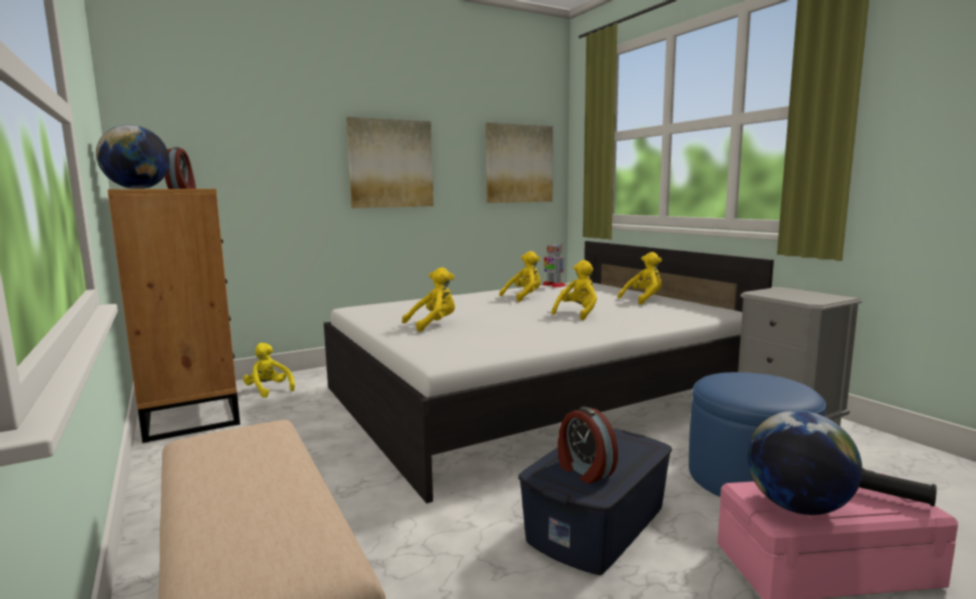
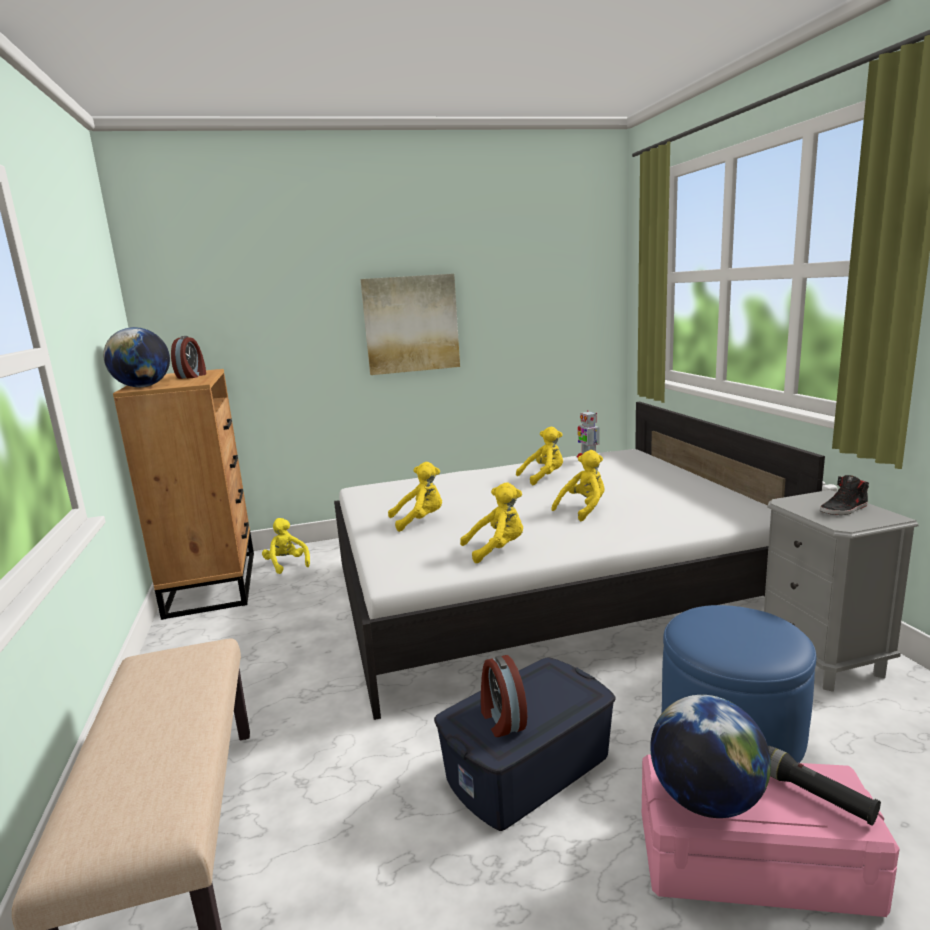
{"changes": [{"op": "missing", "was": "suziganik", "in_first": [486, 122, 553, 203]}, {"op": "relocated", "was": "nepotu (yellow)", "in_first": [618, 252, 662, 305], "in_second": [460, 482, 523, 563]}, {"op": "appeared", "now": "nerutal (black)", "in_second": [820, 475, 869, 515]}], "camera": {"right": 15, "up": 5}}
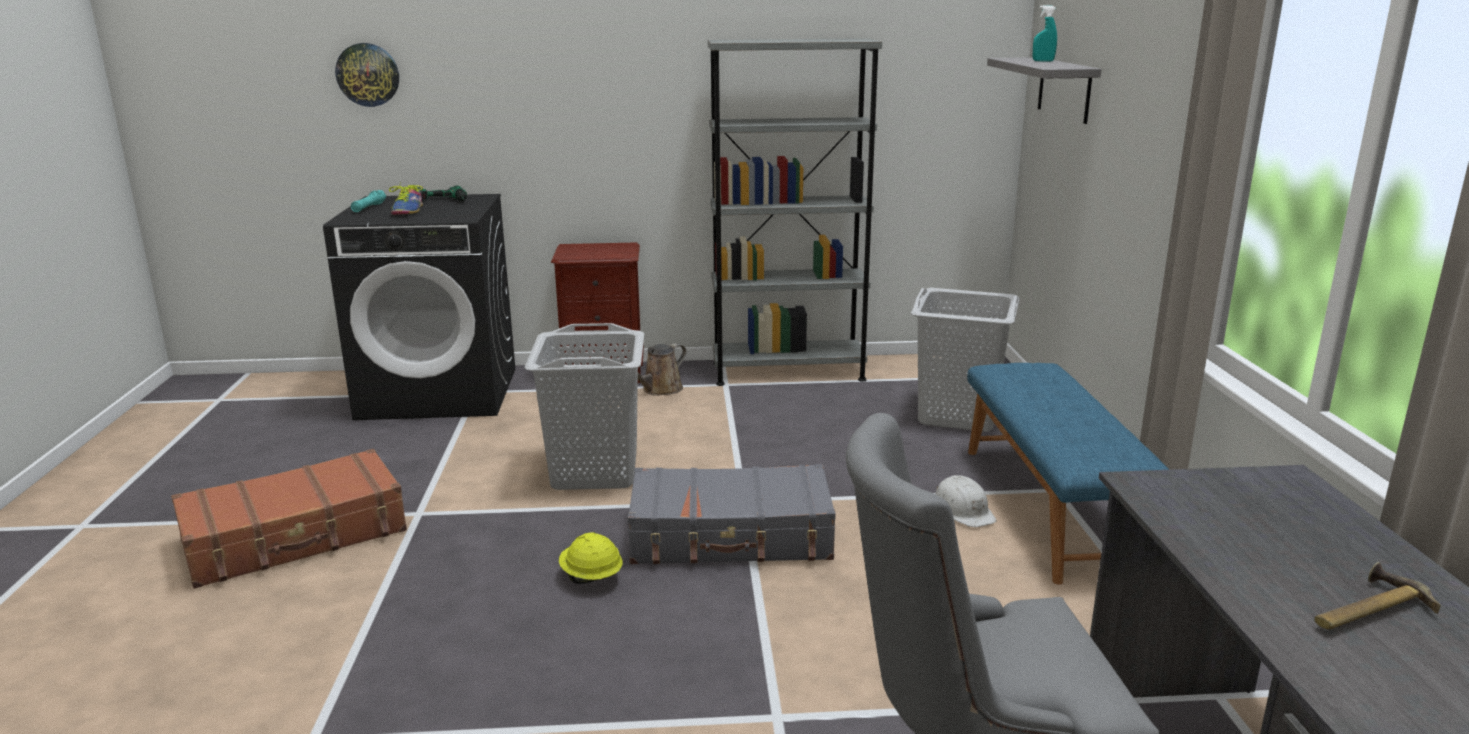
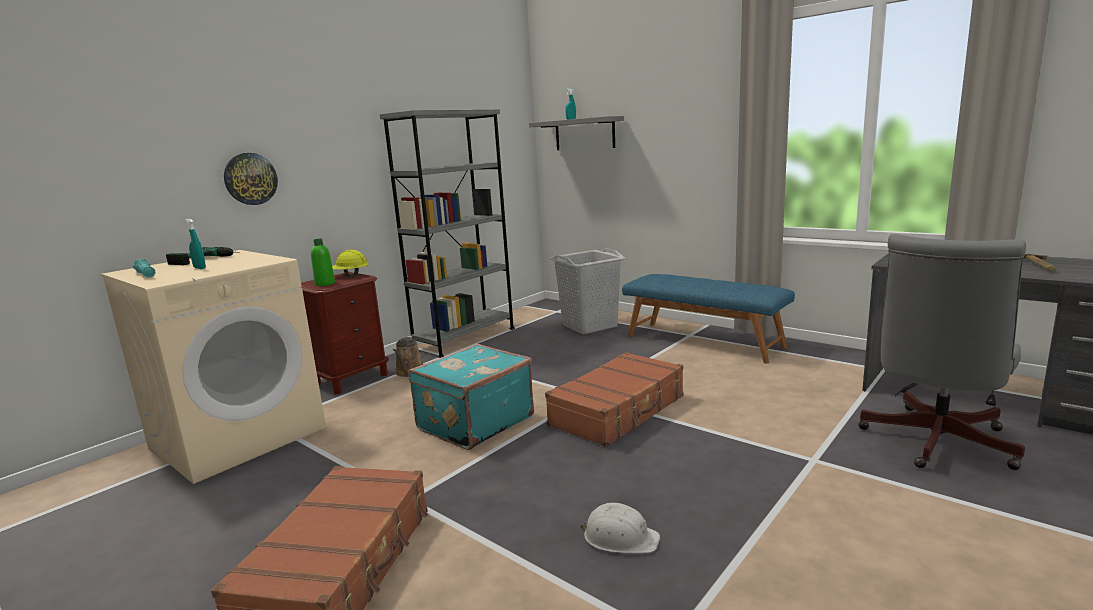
{"changes": [{"op": "colour", "was": "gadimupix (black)", "now": "gadimupix (beige)", "in_first": [323, 194, 515, 420], "in_second": [101, 250, 326, 484]}, {"op": "relocated", "was": "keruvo", "in_first": [335, 43, 399, 107], "in_second": [224, 153, 278, 205]}, {"op": "exchanged", "was": "nerutal", "now": "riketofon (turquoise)", "in_first": [389, 182, 423, 215], "in_second": [185, 219, 206, 269]}, {"op": "exchanged", "was": "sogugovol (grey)", "now": "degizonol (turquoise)", "in_first": [525, 323, 645, 490], "in_second": [408, 343, 534, 450]}, {"op": "relocated", "was": "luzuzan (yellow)", "in_first": [559, 532, 623, 584], "in_second": [332, 250, 369, 277]}, {"op": "colour", "was": "degizonol (grey)", "now": "degizonol (brown)", "in_first": [628, 464, 836, 564], "in_second": [545, 352, 683, 447]}, {"op": "relocated", "was": "luzuzan (white)", "in_first": [936, 475, 997, 527], "in_second": [580, 503, 660, 553]}, {"op": "appeared", "now": "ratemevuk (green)", "in_second": [311, 239, 335, 286]}], "camera": {"right": -45, "up": -5}}
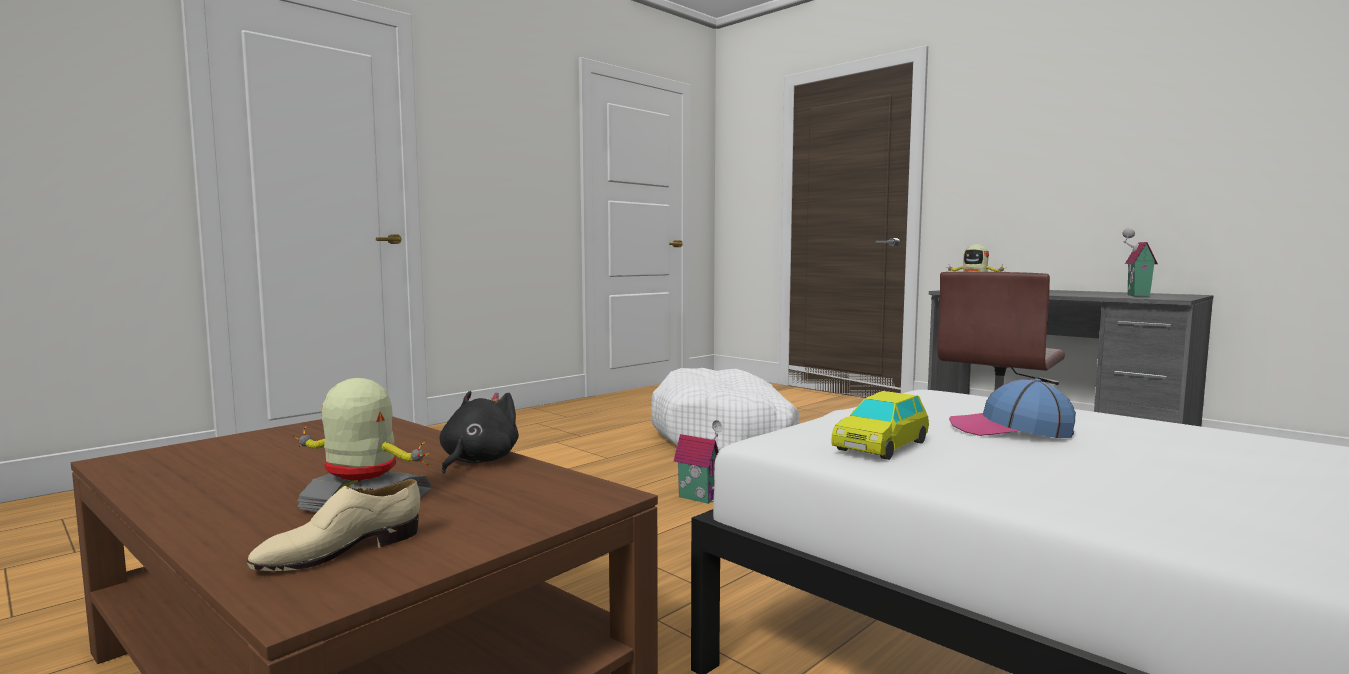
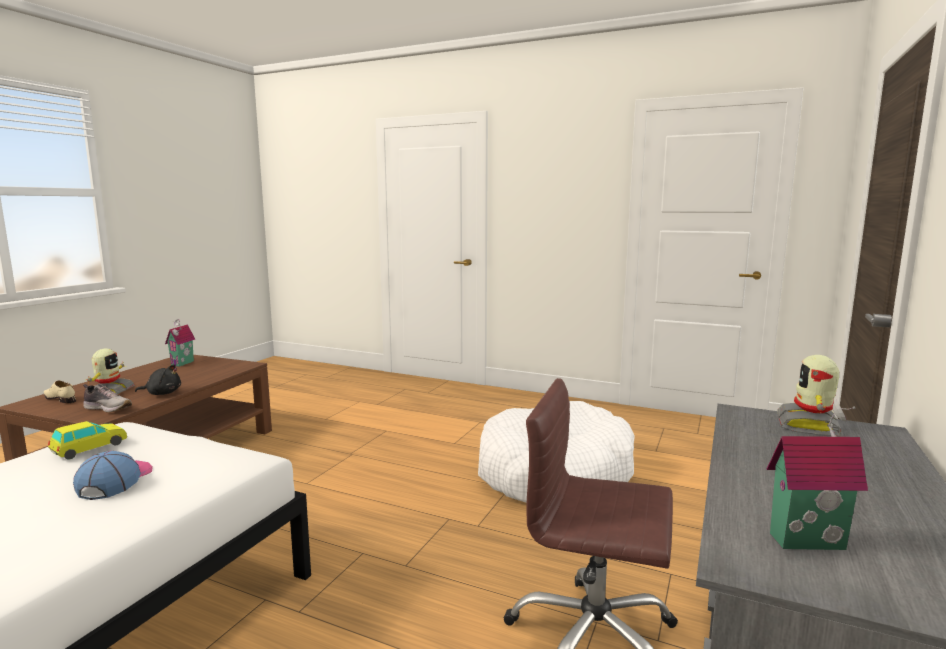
{"changes": [{"op": "relocated", "was": "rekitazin", "in_first": [674, 420, 723, 504], "in_second": [165, 319, 195, 367]}, {"op": "spun", "was": "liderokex", "in_first": [831, 391, 929, 460], "in_second": [48, 421, 127, 460], "clockwise": 105}, {"op": "appeared", "now": "nerutal", "in_second": [83, 384, 132, 412]}], "camera": {"right": 70, "up": 5}}
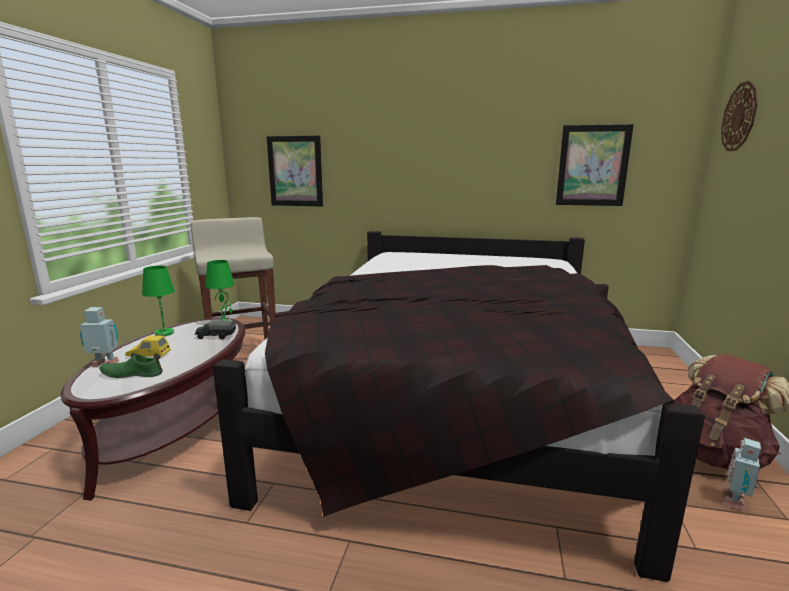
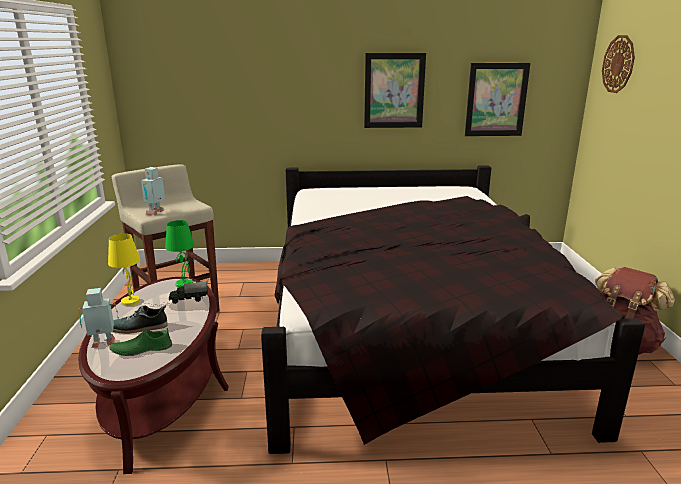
{"changes": [{"op": "exchanged", "was": "liderokex (yellow)", "now": "nerutal", "in_first": [125, 335, 171, 359], "in_second": [113, 305, 168, 334]}, {"op": "colour", "was": "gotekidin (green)", "now": "gotekidin (yellow)", "in_first": [142, 266, 175, 336], "in_second": [108, 234, 140, 306]}, {"op": "relocated", "was": "suziganik", "in_first": [266, 136, 323, 206], "in_second": [364, 53, 426, 128]}, {"op": "relocated", "was": "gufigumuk", "in_first": [724, 438, 761, 510], "in_second": [141, 167, 165, 215]}], "camera": {"right": -15, "up": 5}}
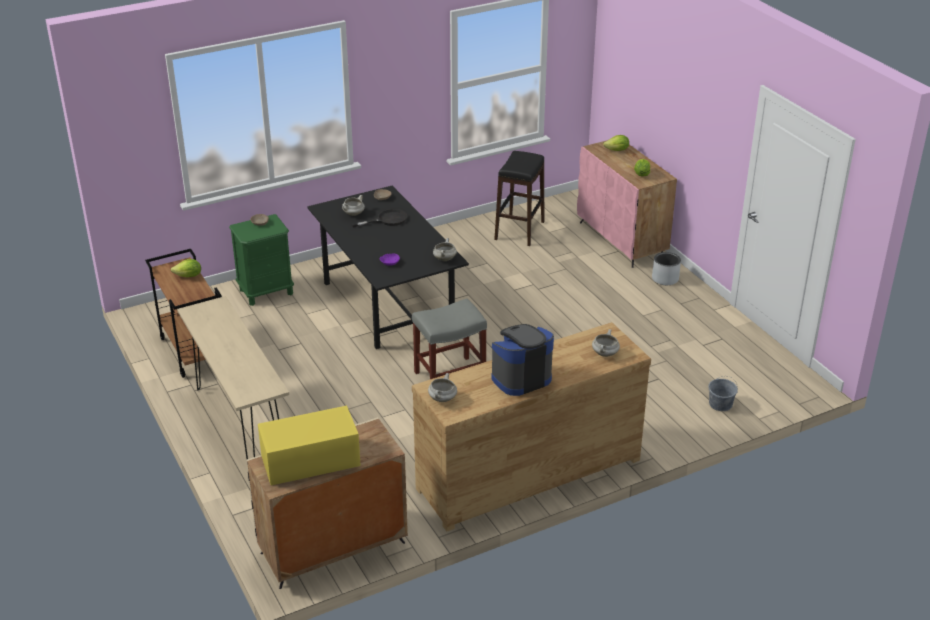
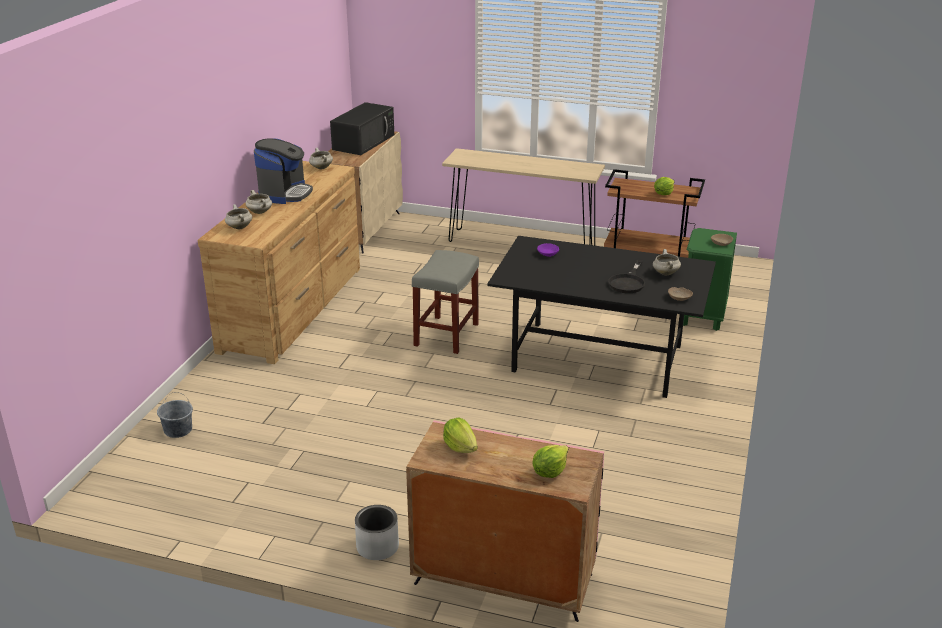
{"changes": [{"op": "colour", "was": "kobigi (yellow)", "now": "kobigi (black)", "in_first": [258, 406, 361, 486], "in_second": [330, 102, 394, 155]}, {"op": "relocated", "was": "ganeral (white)", "in_first": [433, 238, 457, 261], "in_second": [246, 190, 272, 214]}, {"op": "missing", "was": "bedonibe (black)", "in_first": [494, 151, 544, 246]}], "camera": {"right": 135, "up": -5}}
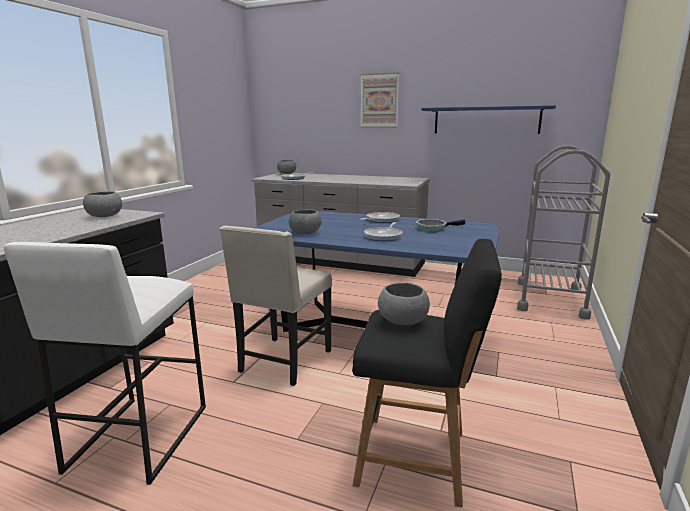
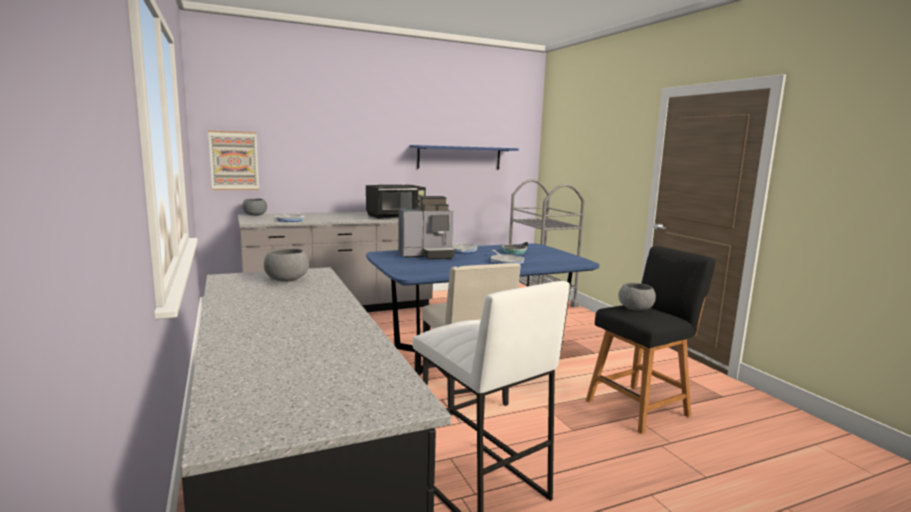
{"changes": [{"op": "missing", "was": "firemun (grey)", "in_first": [289, 210, 322, 234]}, {"op": "relocated", "was": "suziganik", "in_first": [360, 72, 399, 128], "in_second": [208, 131, 259, 190]}, {"op": "appeared", "now": "kobigi (black)", "in_second": [366, 185, 426, 219]}, {"op": "appeared", "now": "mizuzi", "in_second": [398, 196, 455, 260]}], "camera": {"right": -45, "up": -5}}
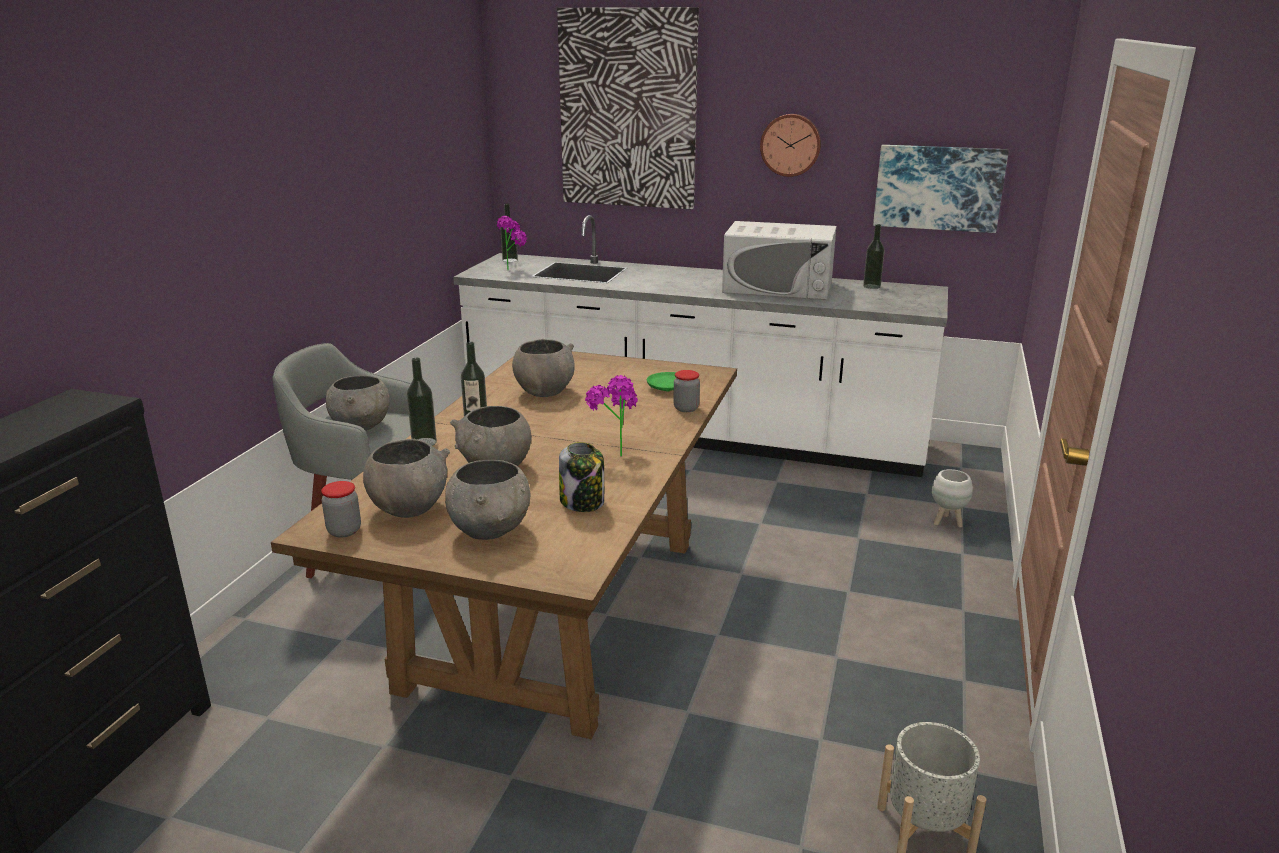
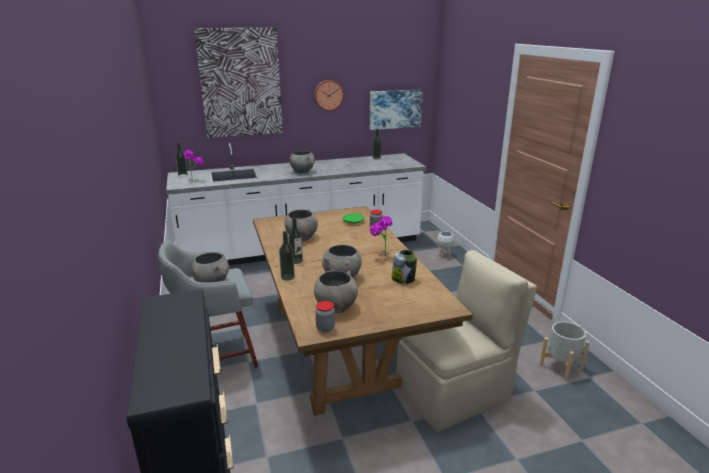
{"changes": [{"op": "relocated", "was": "firemun (grey)", "in_first": [445, 460, 531, 540], "in_second": [290, 151, 315, 173]}, {"op": "missing", "was": "kobigi (white)", "in_first": [722, 221, 836, 300]}, {"op": "appeared", "now": "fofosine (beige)", "in_second": [397, 250, 537, 432]}], "camera": {"right": -35, "up": 0}}
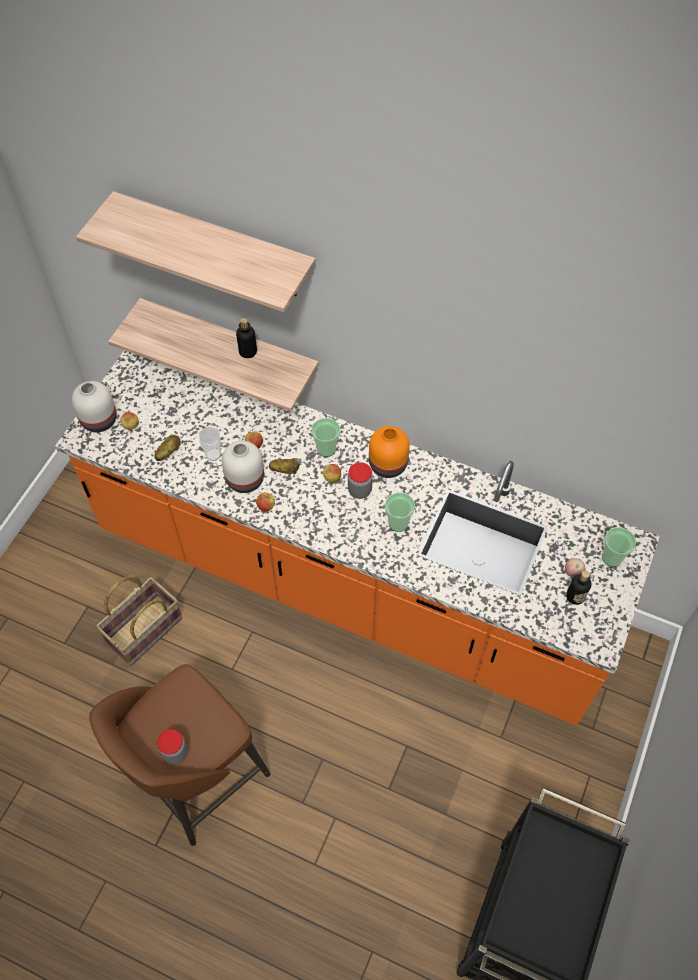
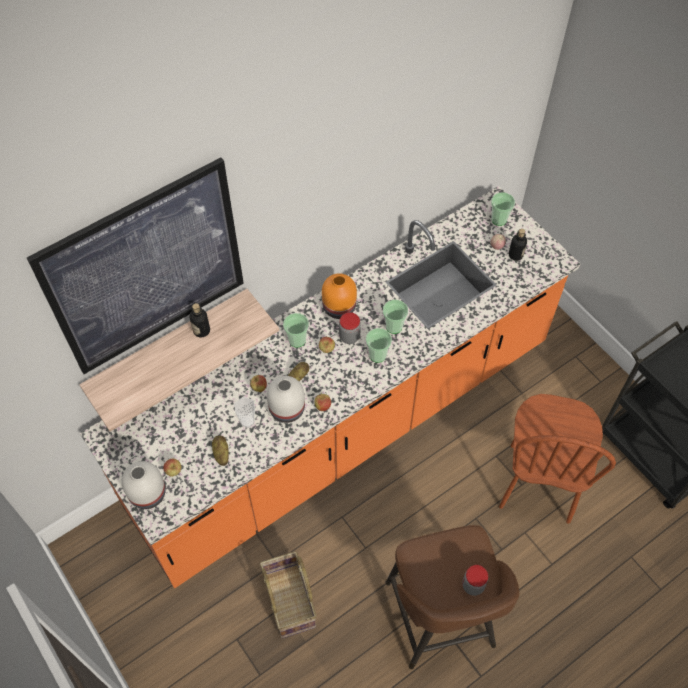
{"changes": [{"op": "exchanged", "was": "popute", "now": "suziganik", "in_first": [76, 191, 316, 312], "in_second": [27, 157, 244, 374]}, {"op": "appeared", "now": "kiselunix", "in_second": [366, 328, 392, 363]}, {"op": "appeared", "now": "fofosine (brown)", "in_second": [499, 394, 616, 524]}], "camera": {"right": -60, "up": 0}}
